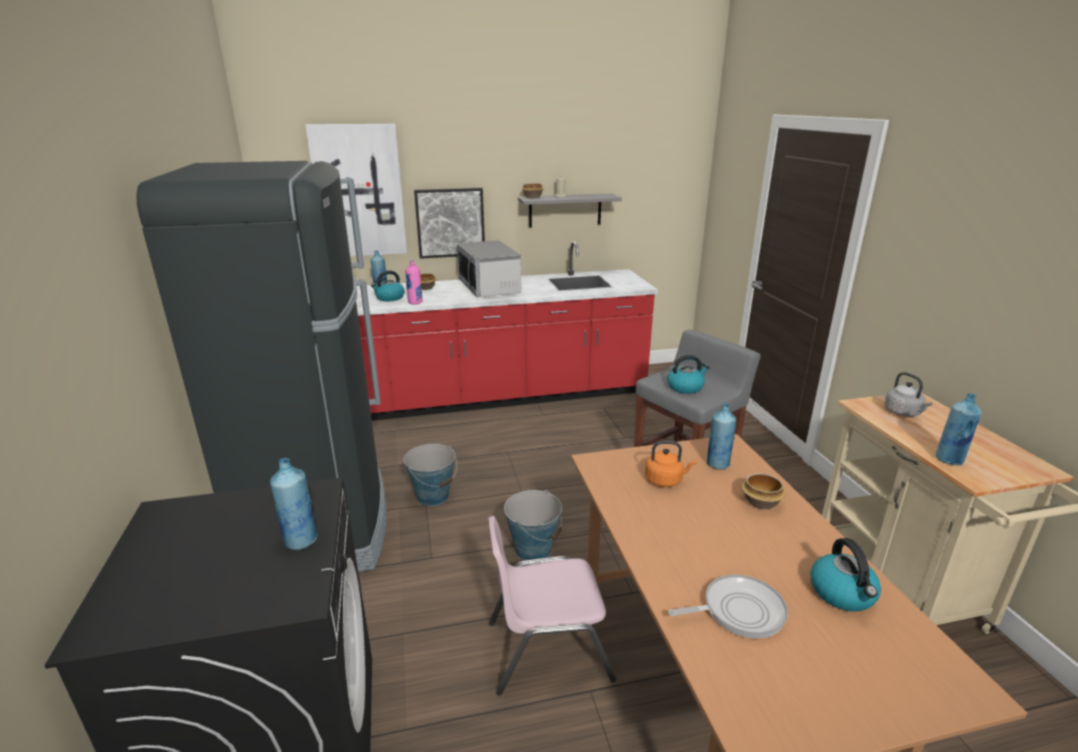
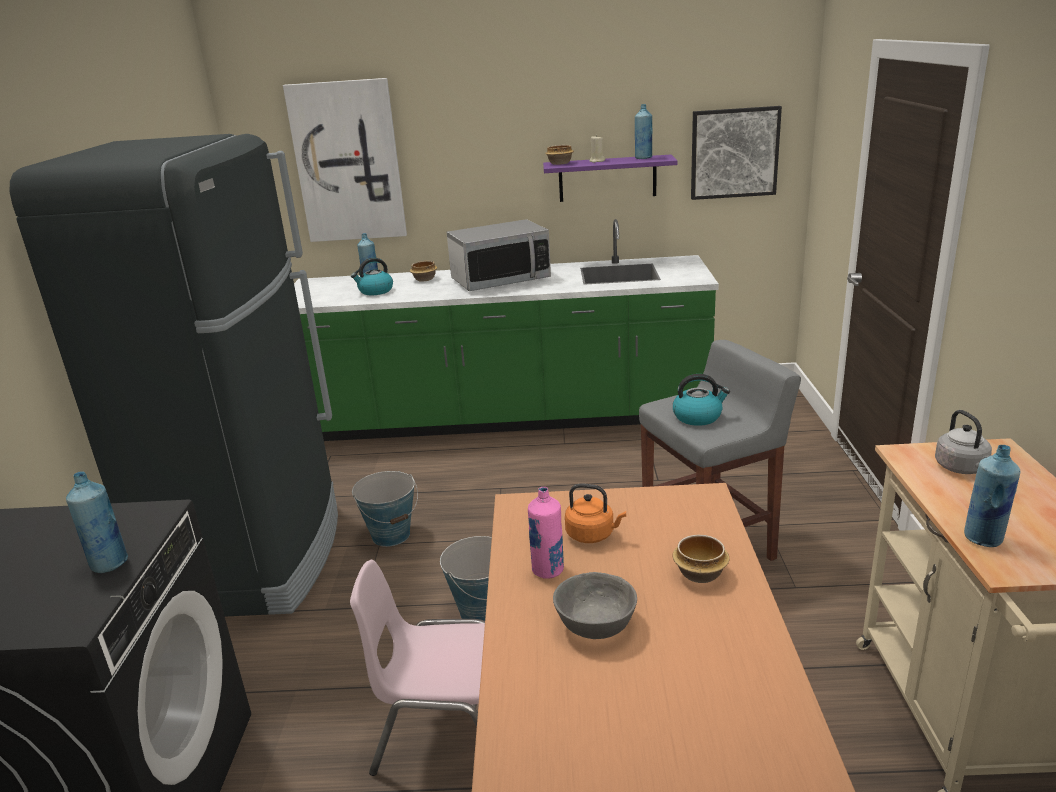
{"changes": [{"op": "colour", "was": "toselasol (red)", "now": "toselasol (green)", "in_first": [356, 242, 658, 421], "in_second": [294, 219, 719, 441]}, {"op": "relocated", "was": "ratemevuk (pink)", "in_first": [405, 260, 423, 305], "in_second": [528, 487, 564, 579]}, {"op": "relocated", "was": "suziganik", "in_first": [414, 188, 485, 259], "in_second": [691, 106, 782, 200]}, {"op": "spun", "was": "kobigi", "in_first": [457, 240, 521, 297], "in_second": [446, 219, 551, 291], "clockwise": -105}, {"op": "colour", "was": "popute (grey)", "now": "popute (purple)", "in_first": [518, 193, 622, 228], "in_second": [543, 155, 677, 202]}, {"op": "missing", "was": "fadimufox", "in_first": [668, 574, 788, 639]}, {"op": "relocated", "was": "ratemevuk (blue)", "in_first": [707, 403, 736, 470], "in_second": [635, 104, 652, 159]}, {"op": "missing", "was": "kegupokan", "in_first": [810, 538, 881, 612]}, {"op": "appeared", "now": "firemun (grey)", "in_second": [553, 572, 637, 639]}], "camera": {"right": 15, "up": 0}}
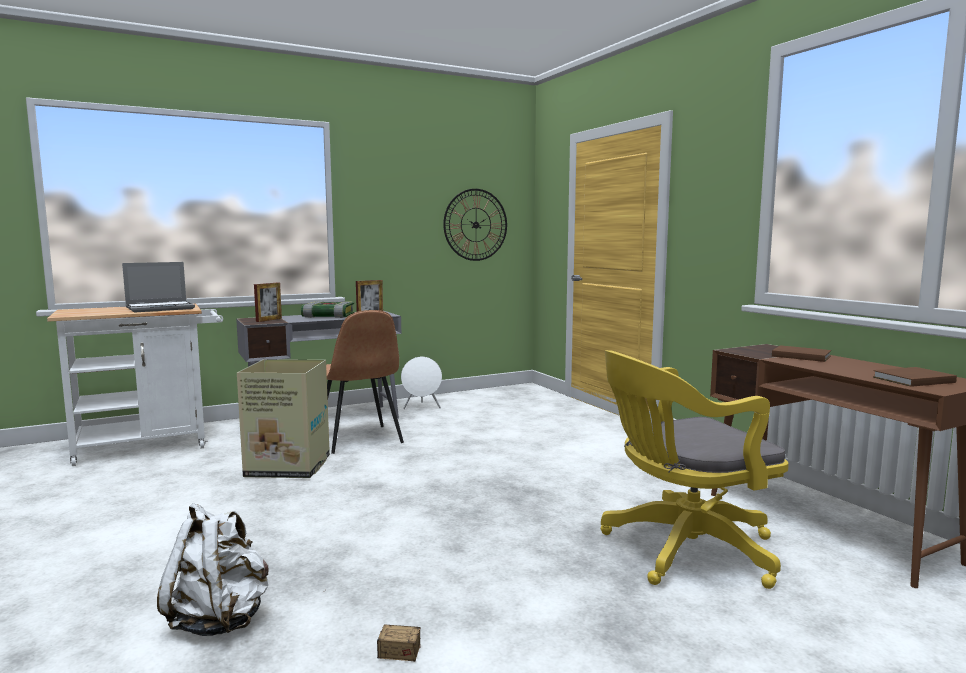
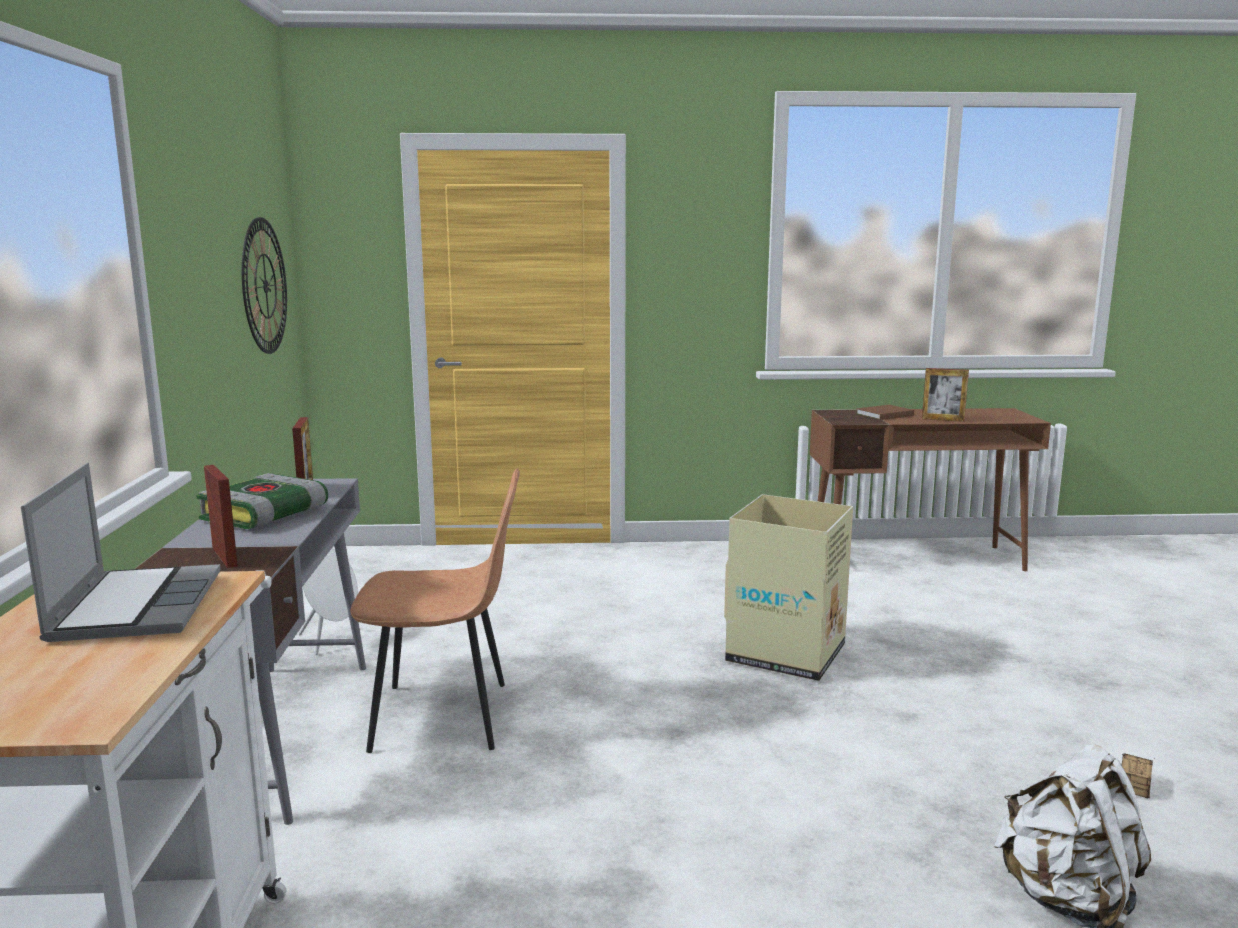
{"changes": [{"op": "relocated", "was": "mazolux", "in_first": [237, 359, 330, 478], "in_second": [724, 494, 853, 681]}, {"op": "missing", "was": "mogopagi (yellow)", "in_first": [601, 350, 789, 589]}, {"op": "missing", "was": "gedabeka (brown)", "in_first": [873, 367, 957, 387]}, {"op": "appeared", "now": "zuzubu", "in_second": [922, 368, 969, 422]}], "camera": {"right": -65, "up": 5}}
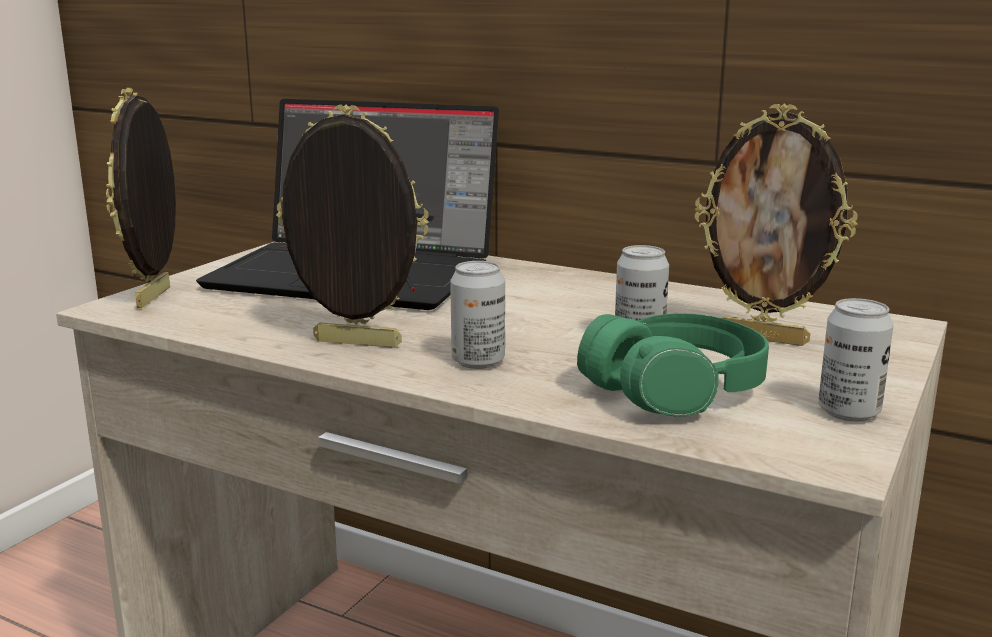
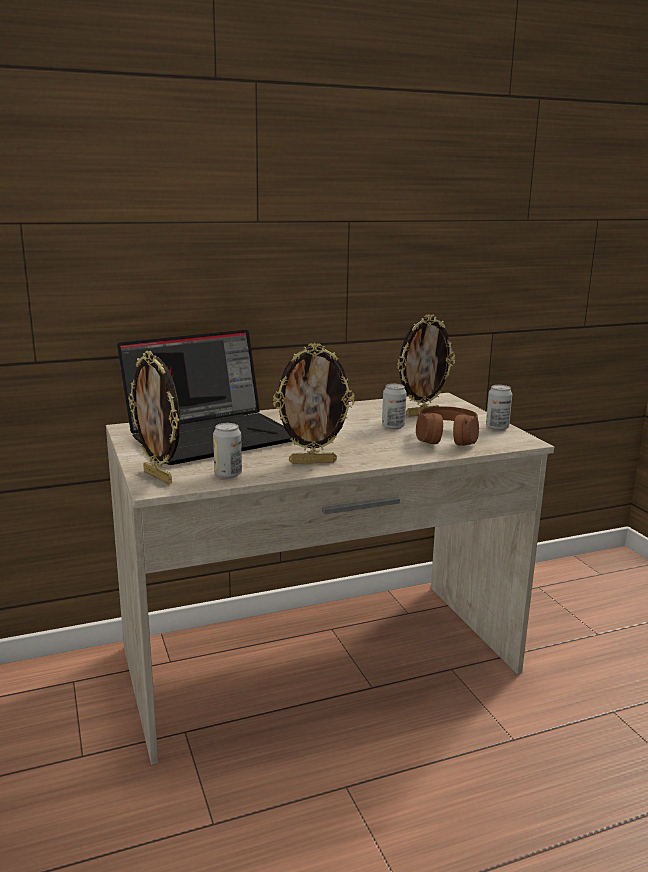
{"changes": [{"op": "spun", "was": "zuzubu", "in_first": [276, 105, 429, 348], "in_second": [273, 343, 354, 464], "clockwise": -150}, {"op": "relocated", "was": "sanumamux", "in_first": [450, 261, 505, 369], "in_second": [213, 423, 242, 478]}, {"op": "colour", "was": "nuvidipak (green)", "now": "nuvidipak (brown)", "in_first": [577, 313, 769, 417], "in_second": [416, 406, 479, 446]}], "camera": {"right": -50, "up": 0}}
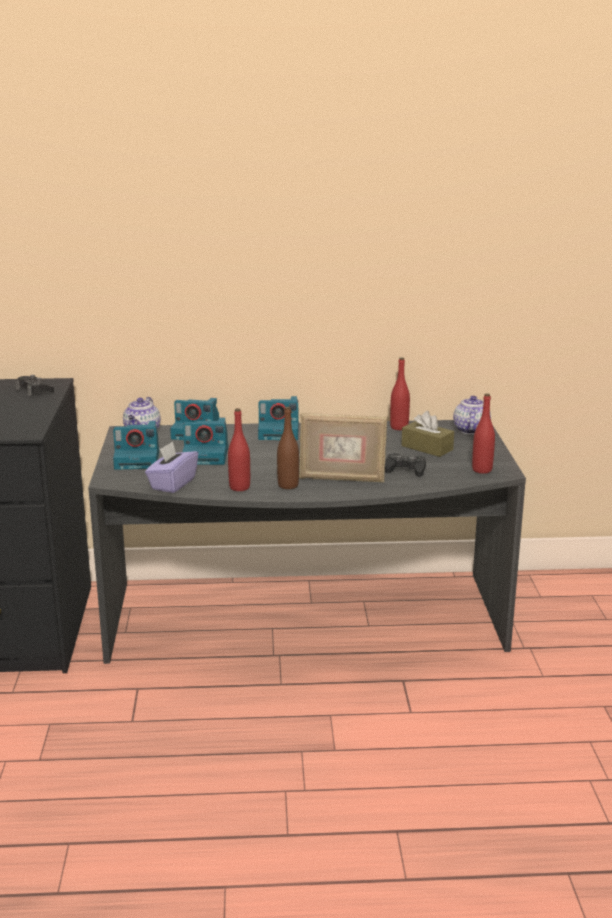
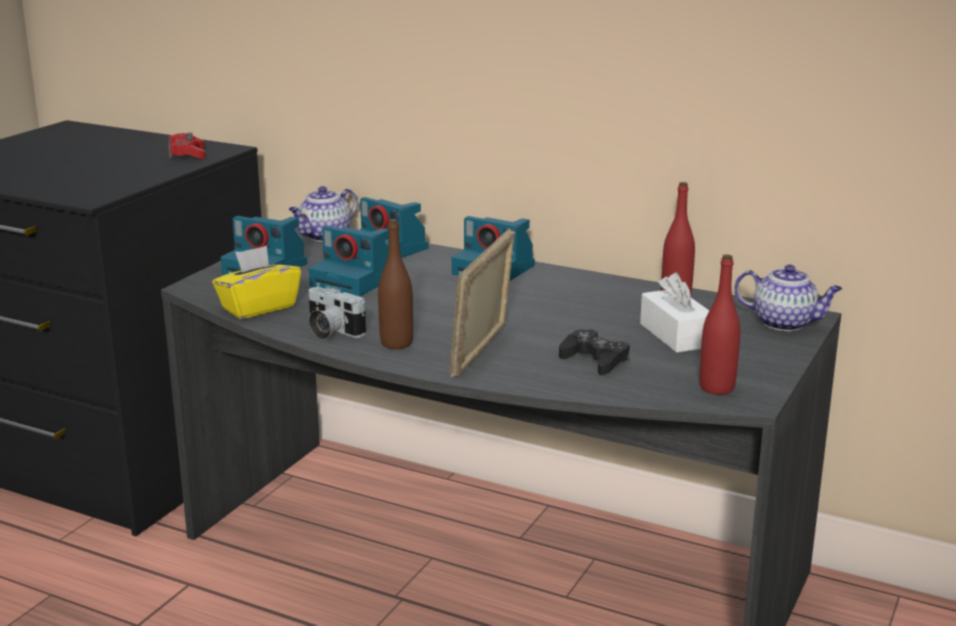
{"changes": [{"op": "colour", "was": "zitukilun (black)", "now": "zitukilun (red)", "in_first": [15, 375, 54, 396], "in_second": [168, 133, 206, 159]}, {"op": "colour", "was": "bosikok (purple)", "now": "bosikok (yellow)", "in_first": [145, 441, 198, 493], "in_second": [212, 246, 301, 319]}, {"op": "exchanged", "was": "ratemevuk (red)", "now": "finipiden", "in_first": [228, 408, 250, 491], "in_second": [309, 287, 366, 340]}, {"op": "spun", "was": "zuzubu", "in_first": [299, 413, 387, 483], "in_second": [449, 229, 515, 378], "clockwise": 75}, {"op": "colour", "was": "bosikok (brown)", "now": "bosikok (white)", "in_first": [401, 411, 454, 457], "in_second": [640, 273, 709, 353]}, {"op": "spun", "was": "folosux", "in_first": [453, 396, 491, 435], "in_second": [734, 265, 842, 331], "clockwise": 75}], "camera": {"right": 30, "up": 0}}
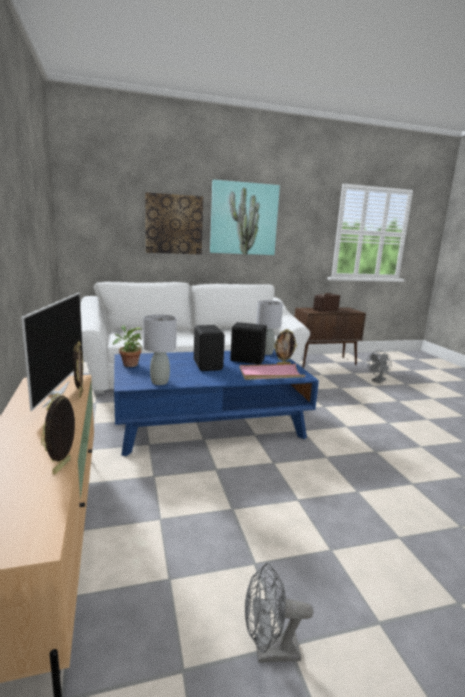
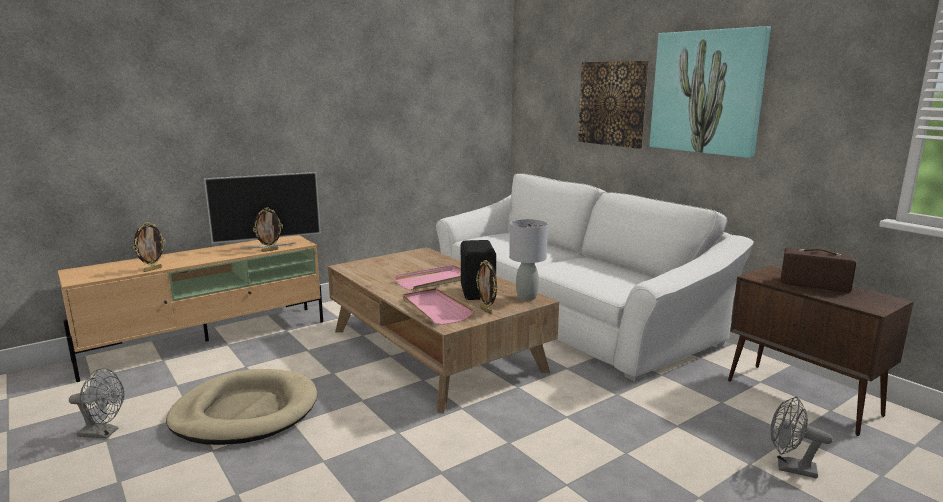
{"changes": [{"op": "spun", "was": "zuzubu", "in_first": [41, 393, 75, 475], "in_second": [133, 222, 166, 272], "clockwise": 135}, {"op": "missing", "was": "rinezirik", "in_first": [112, 325, 142, 367]}, {"op": "colour", "was": "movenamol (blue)", "now": "movenamol (brown)", "in_first": [114, 349, 319, 456], "in_second": [328, 247, 559, 414]}, {"op": "missing", "was": "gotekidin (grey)", "in_first": [143, 314, 177, 385]}, {"op": "exchanged", "was": "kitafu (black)", "now": "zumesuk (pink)", "in_first": [194, 325, 225, 371], "in_second": [394, 265, 461, 290]}, {"op": "spun", "was": "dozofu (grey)", "in_first": [245, 563, 313, 663], "in_second": [69, 368, 124, 439], "clockwise": 120}, {"op": "appeared", "now": "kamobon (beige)", "in_second": [166, 369, 317, 445]}], "camera": {"right": 70, "up": 0}}
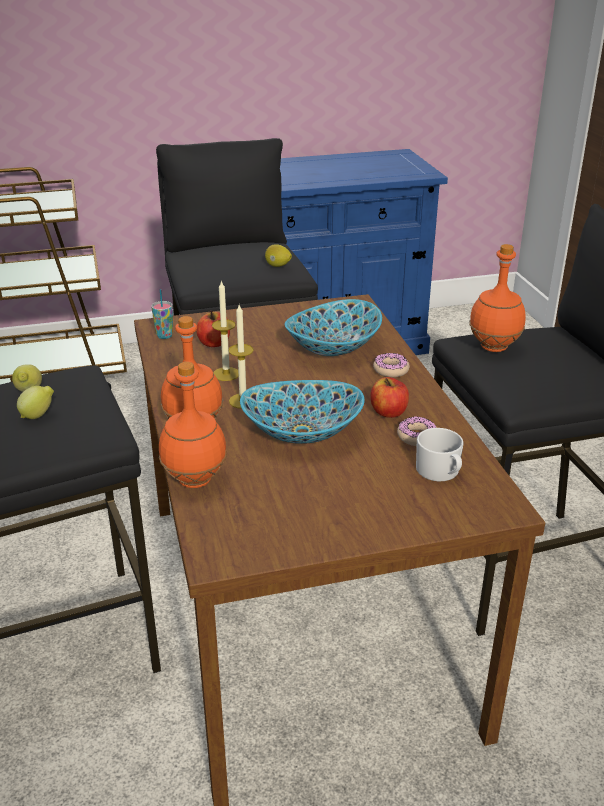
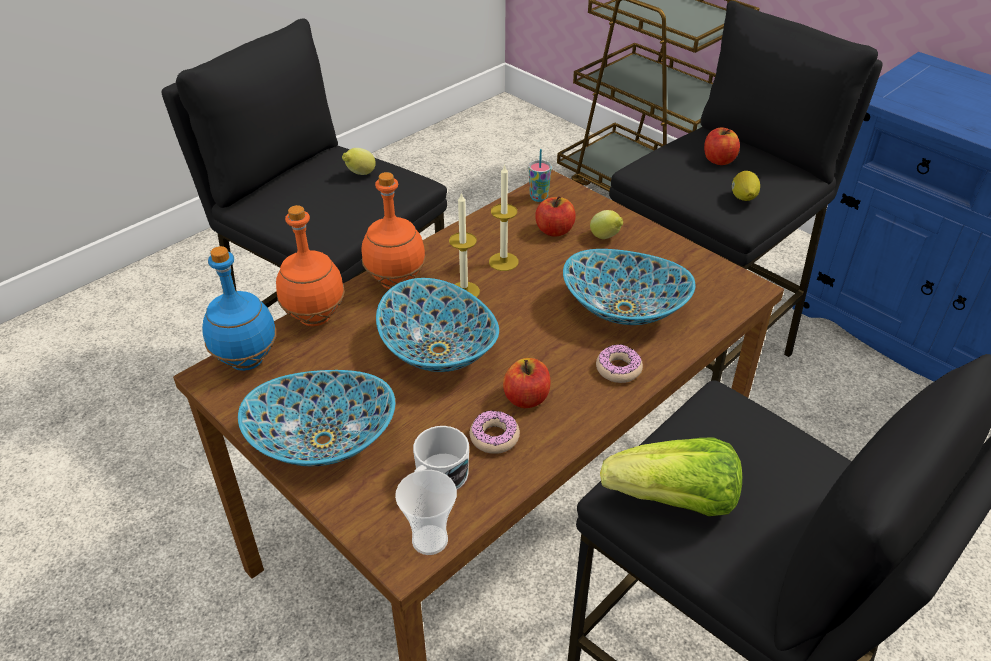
{"changes": [{"op": "relocated", "was": "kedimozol", "in_first": [17, 386, 54, 419], "in_second": [590, 210, 623, 239]}, {"op": "missing", "was": "ratemevuk (orange)", "in_first": [469, 244, 526, 352]}, {"op": "appeared", "now": "ratemevuk (blue)", "in_second": [202, 246, 277, 371]}, {"op": "appeared", "now": "firemun", "in_second": [238, 370, 395, 466]}, {"op": "appeared", "now": "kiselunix", "in_second": [395, 470, 457, 555]}, {"op": "appeared", "now": "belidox", "in_second": [600, 438, 742, 516]}, {"op": "appeared", "now": "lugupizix", "in_second": [704, 127, 740, 165]}], "camera": {"right": 60, "up": 10}}
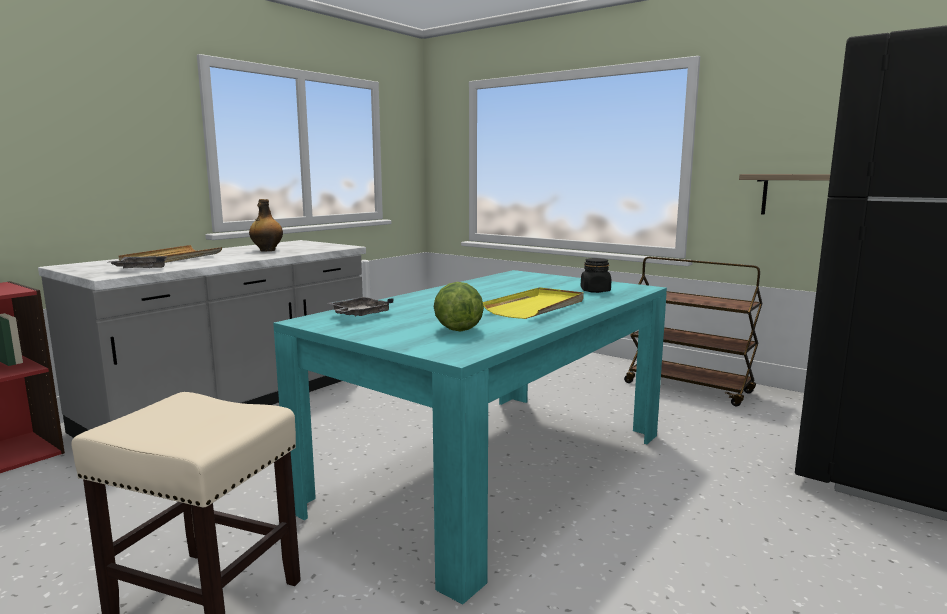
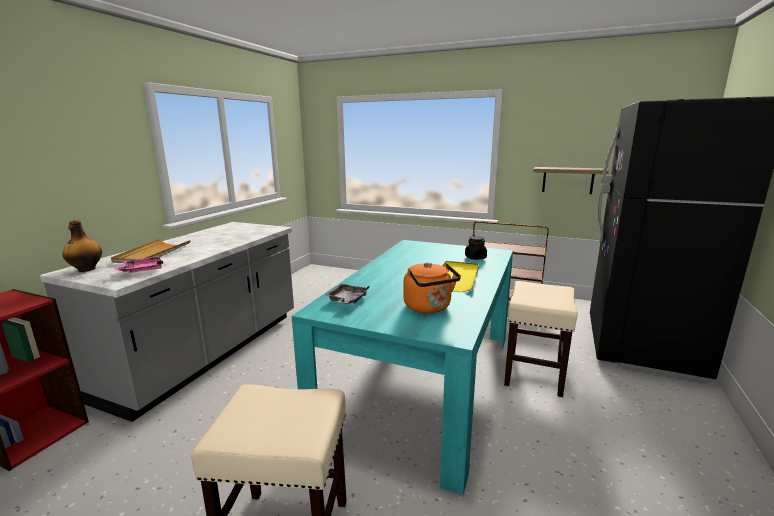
{"changes": [{"op": "colour", "was": "zumesuk (grey)", "now": "zumesuk (pink)", "in_first": [107, 256, 167, 268], "in_second": [114, 256, 163, 273]}, {"op": "relocated", "was": "ratemevuk", "in_first": [249, 199, 283, 252], "in_second": [63, 220, 102, 272]}, {"op": "exchanged", "was": "belidox", "now": "kegupokan (orange)", "in_first": [434, 282, 484, 332], "in_second": [403, 262, 461, 313]}, {"op": "appeared", "now": "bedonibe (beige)", "in_second": [504, 281, 578, 397]}], "camera": {"right": -15, "up": 5}}
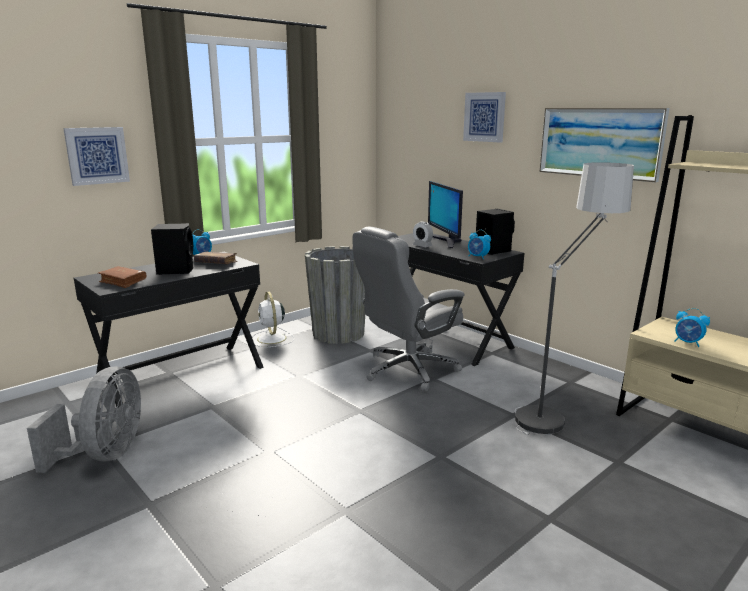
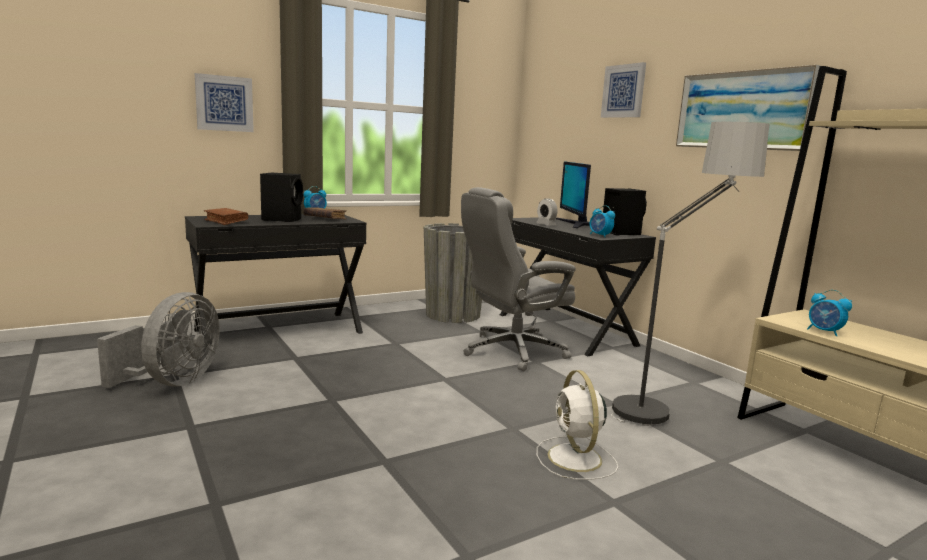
{"changes": [{"op": "relocated", "was": "dozofu (white)", "in_first": [252, 292, 294, 347], "in_second": [537, 370, 618, 480]}], "camera": {"right": 10, "up": -5}}
